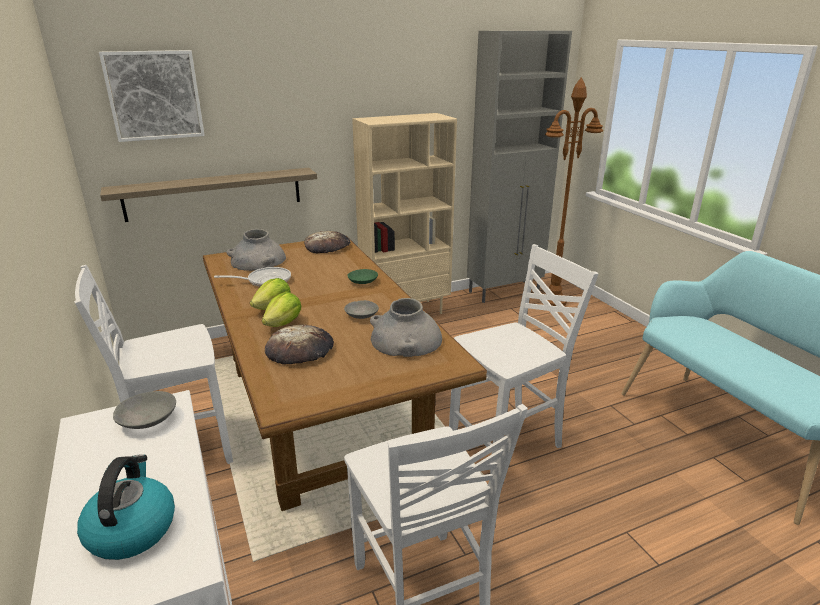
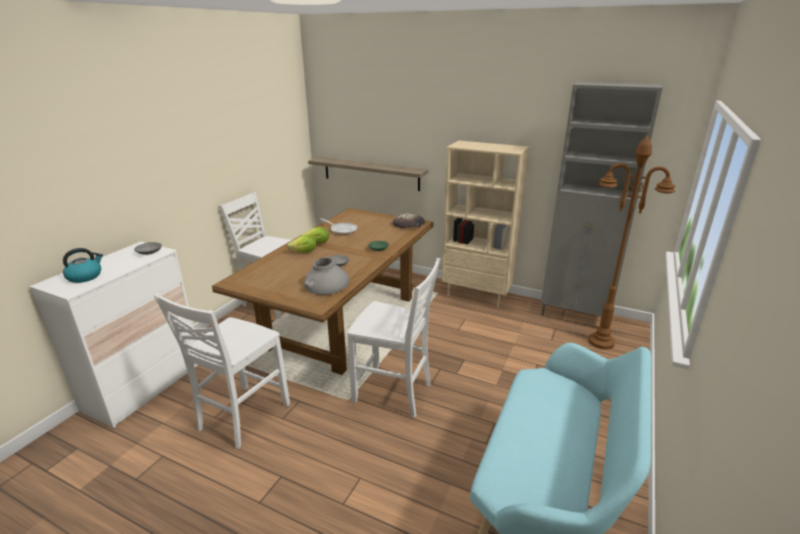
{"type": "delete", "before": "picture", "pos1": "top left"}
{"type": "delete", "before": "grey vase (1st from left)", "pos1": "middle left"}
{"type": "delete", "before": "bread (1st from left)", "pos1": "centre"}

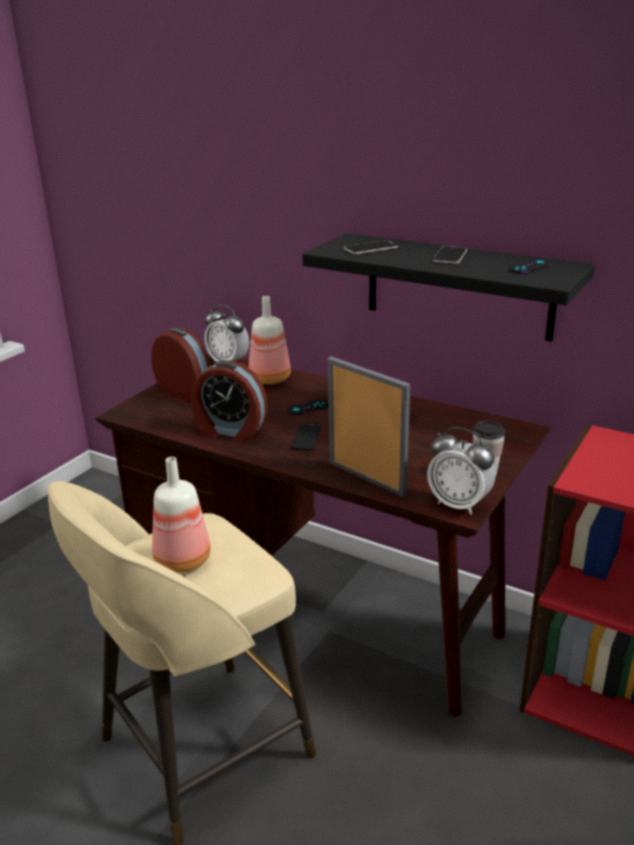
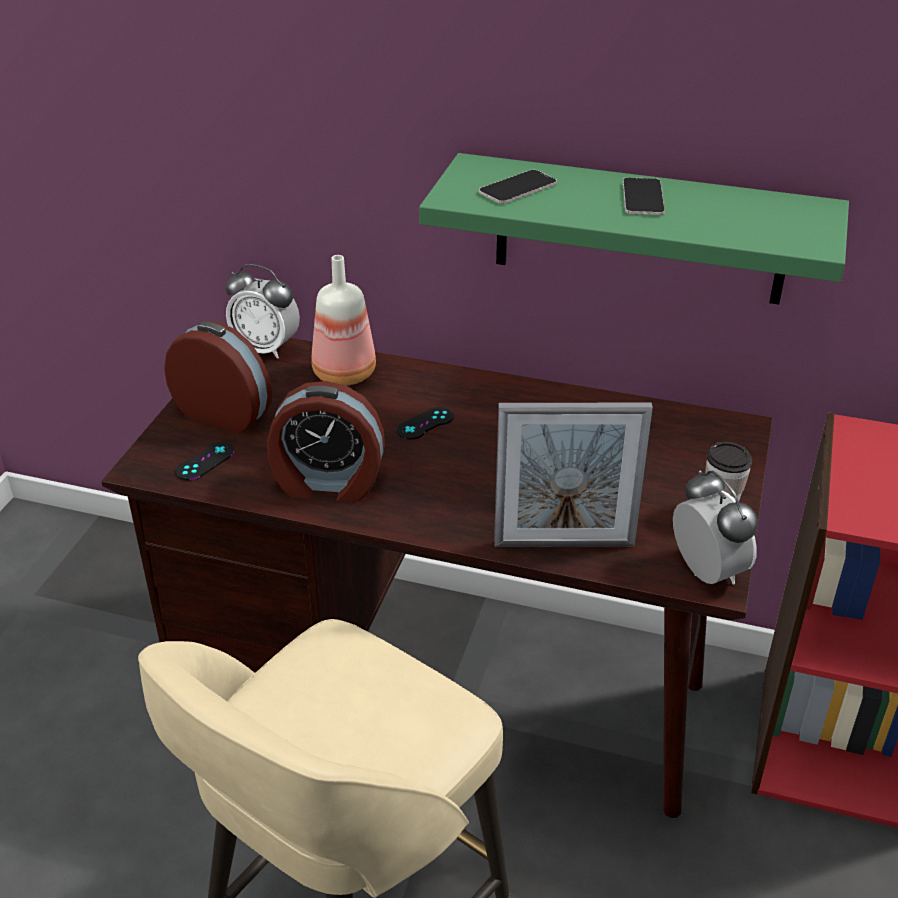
{"type": "move", "before": "black game controller (2nd from left in the first image)", "after": "black game controller (1st from left)", "pos1": "top right", "pos2": "middle left"}
{"type": "recolor", "before": "black shelf", "after": "green shelf", "pos1": "middle right", "pos2": "top right"}
{"type": "rotate", "before": "picture frame", "pos1": "centre", "pos2": "centre", "turn": 150}
{"type": "rotate", "before": "alarm clock (4th from left)", "pos1": "middle right", "pos2": "middle right", "turn": -135}
{"type": "delete", "before": "bottle (1st from left)", "pos1": "middle left"}
{"type": "delete", "before": "phone (1st from left)", "pos1": "centre"}

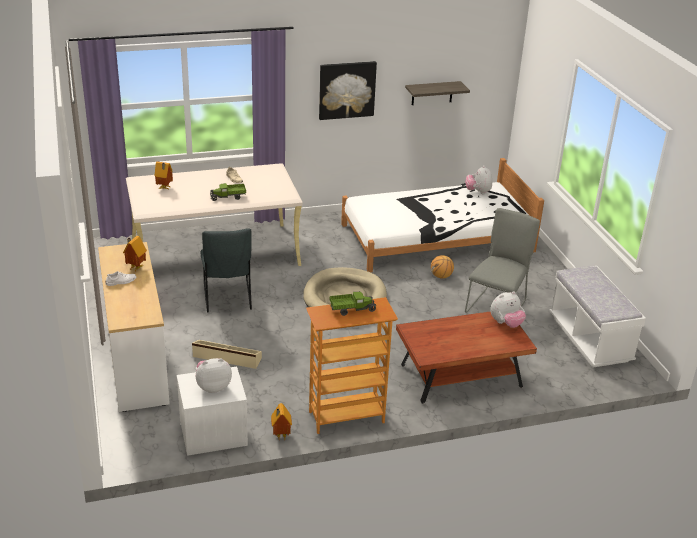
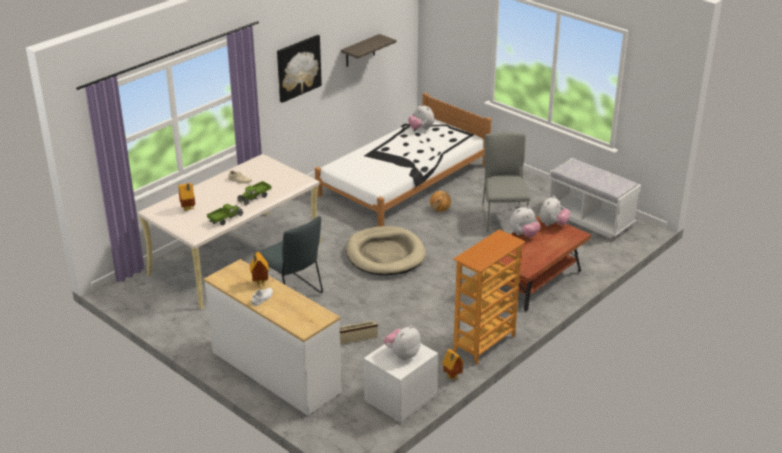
{"type": "move", "before": "toy truck (2nd from left in the first image)", "after": "toy truck (1st from left)", "pos1": "centre", "pos2": "middle left"}
{"type": "insert", "after": "plush toy (3rd from left)", "pos2": "middle right"}

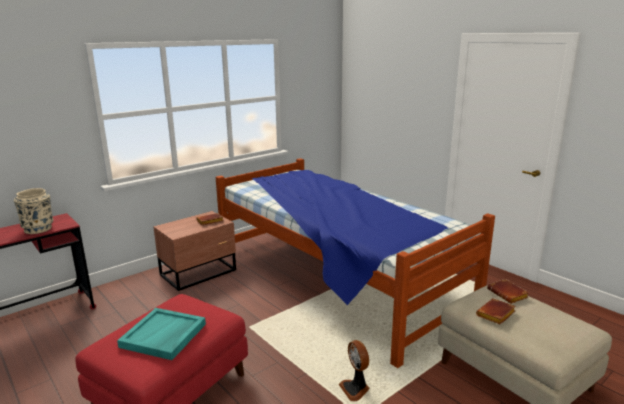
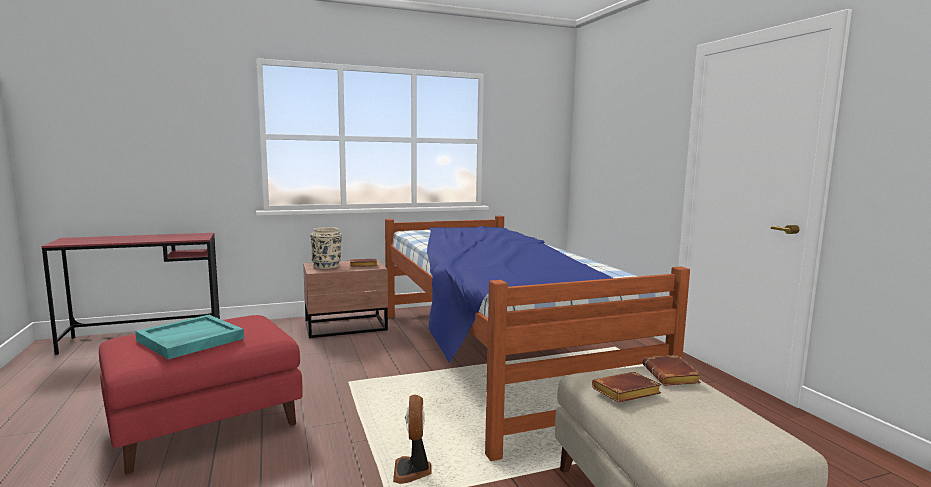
{"type": "move", "before": "beige vase", "pos1": "middle left", "pos2": "centre"}

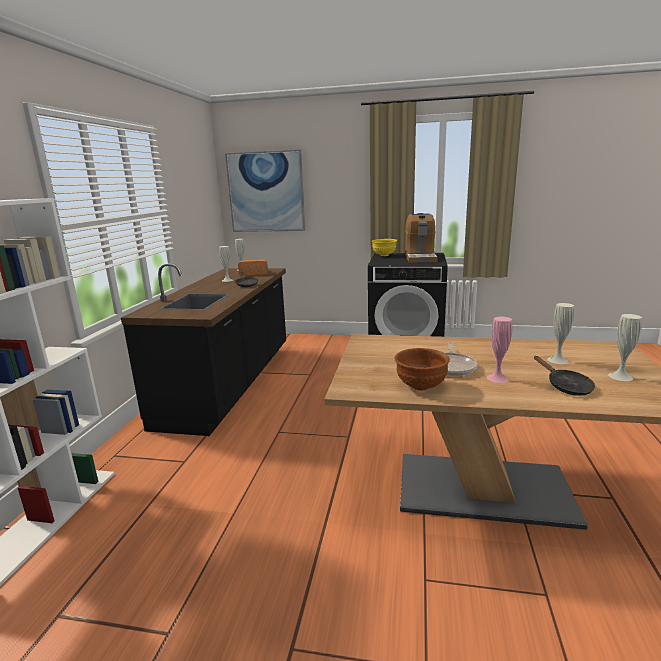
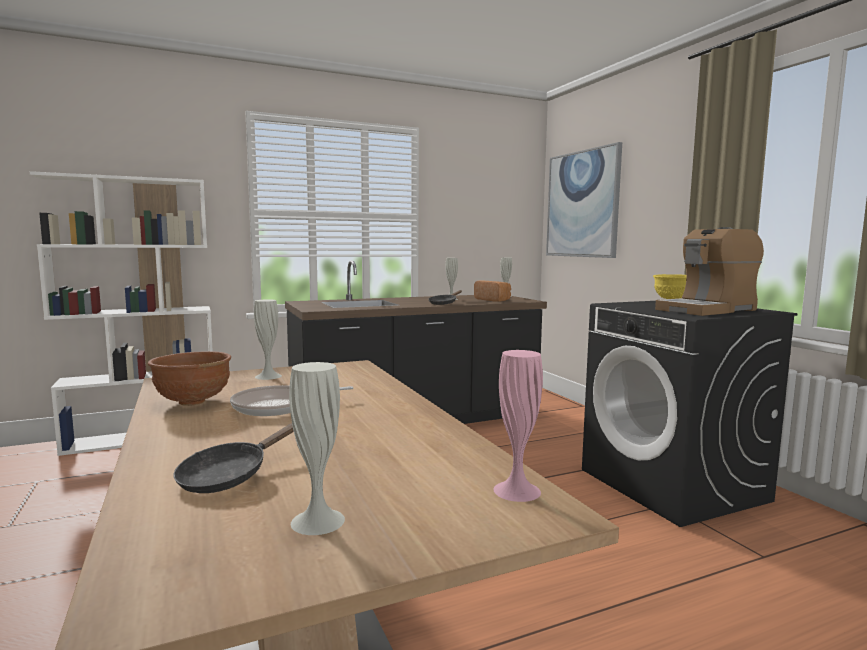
{"type": "move", "before": "white vase (3rd from left in the first image)", "after": "white vase (1st from left)", "pos1": "middle right", "pos2": "middle left"}
{"type": "move", "before": "pink vase", "pos1": "middle right", "pos2": "centre"}

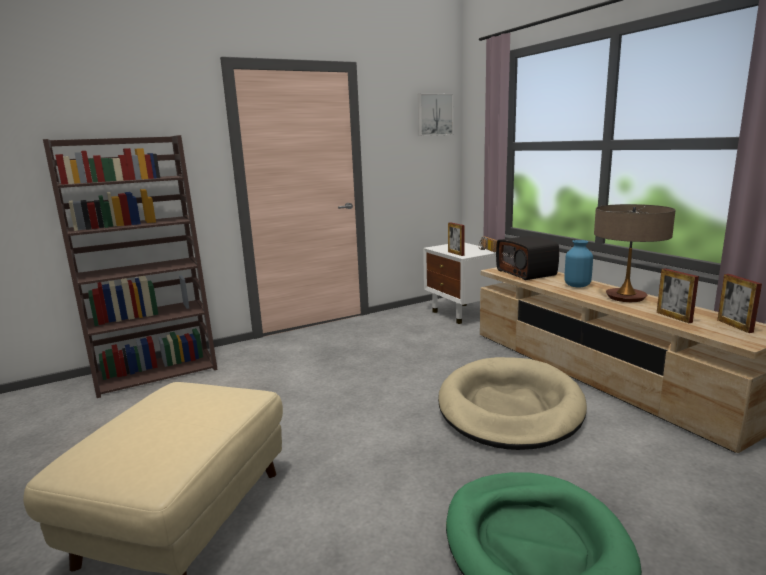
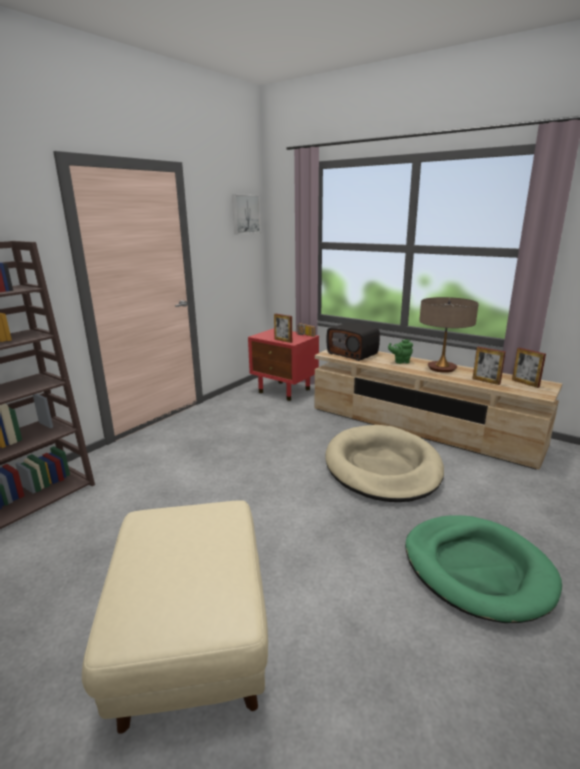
{"type": "recolor", "before": "white nightstand", "after": "red nightstand", "pos1": "centre", "pos2": "centre"}
{"type": "replace", "before": "blue vase", "after": "green teapot", "pos1": "middle right", "pos2": "middle right"}

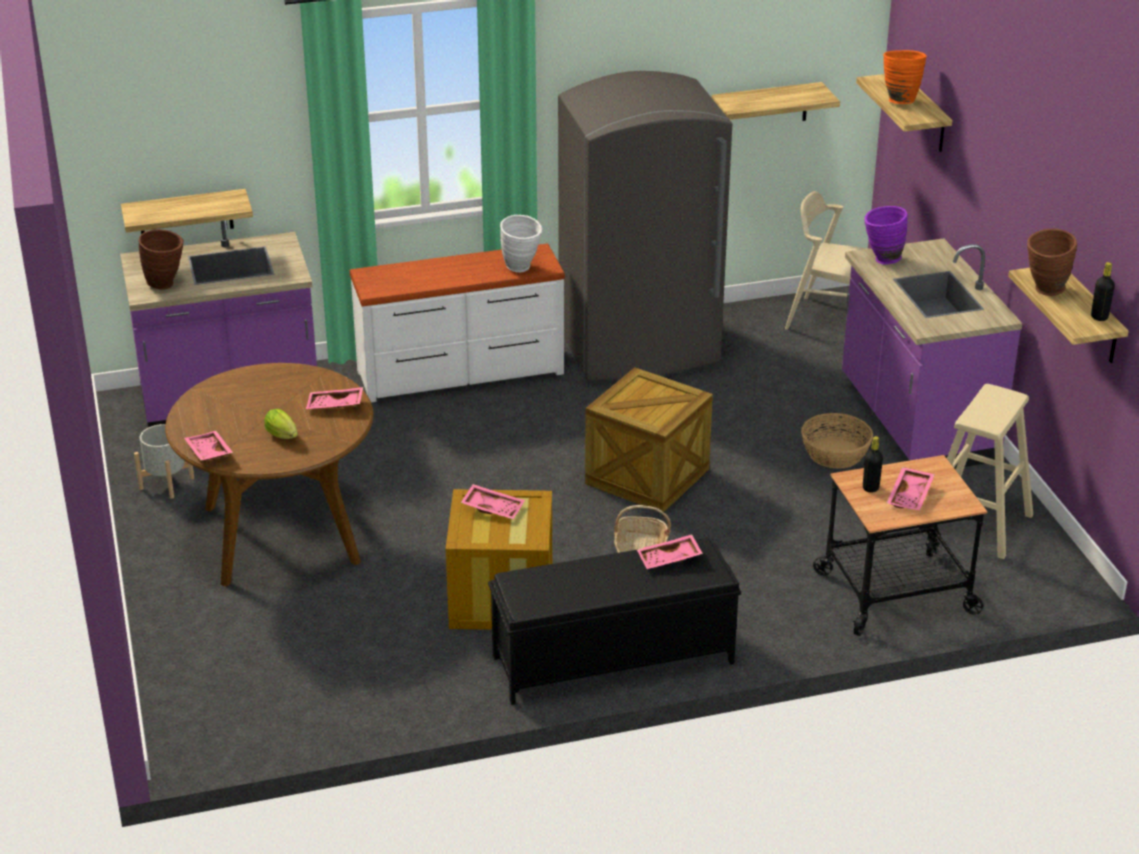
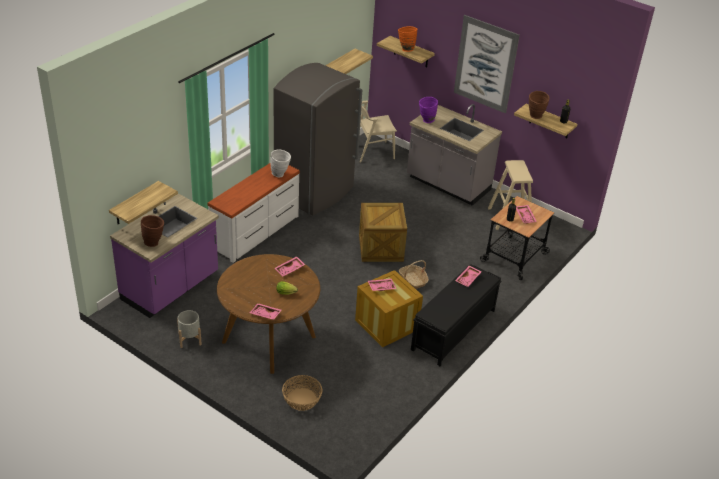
{"type": "move", "before": "basket (2nd from left in the first image)", "after": "basket (1st from left)", "pos1": "middle right", "pos2": "bottom centre"}
{"type": "recolor", "before": "purple counter (2nd from left)", "after": "grey counter", "pos1": "middle right", "pos2": "top centre"}
{"type": "insert", "after": "picture", "pos2": "top right"}

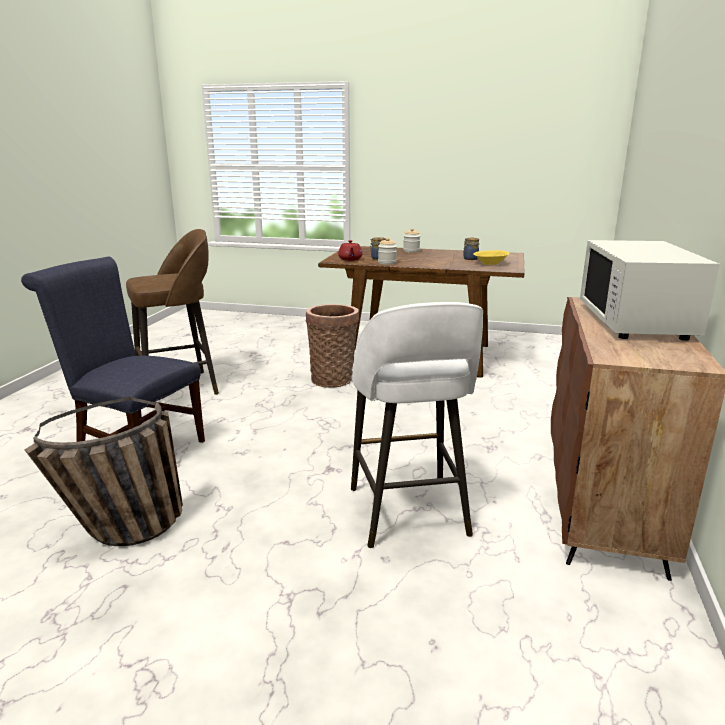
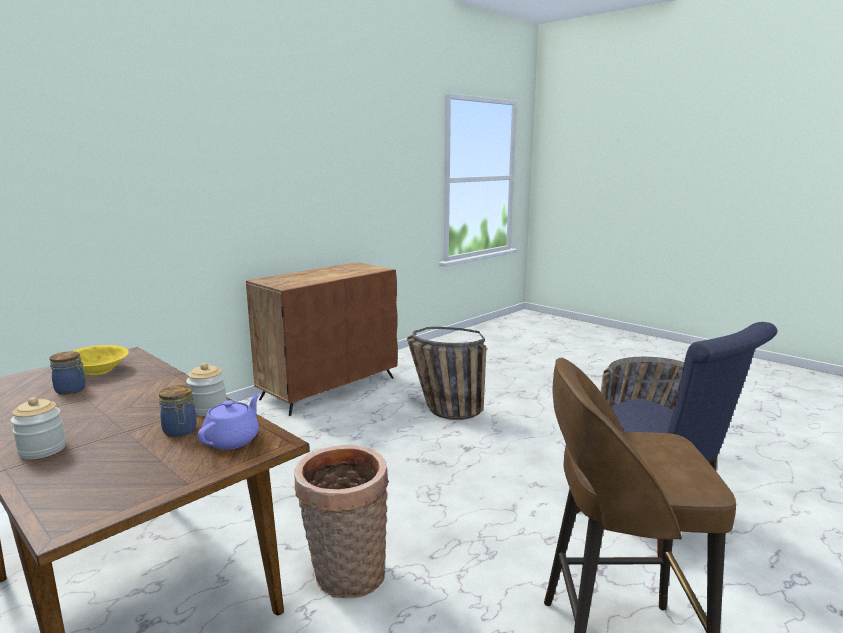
{"type": "recolor", "before": "red teapot", "after": "purple teapot", "pos1": "centre", "pos2": "middle left"}
{"type": "replace", "before": "white stool", "after": "basket (2nd from left)", "pos1": "centre", "pos2": "centre"}
{"type": "delete", "before": "white microwave", "pos1": "middle right"}

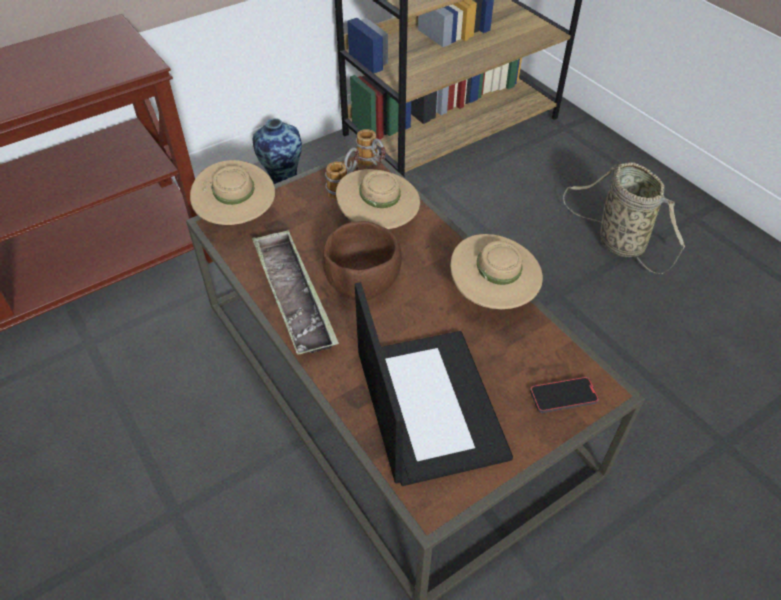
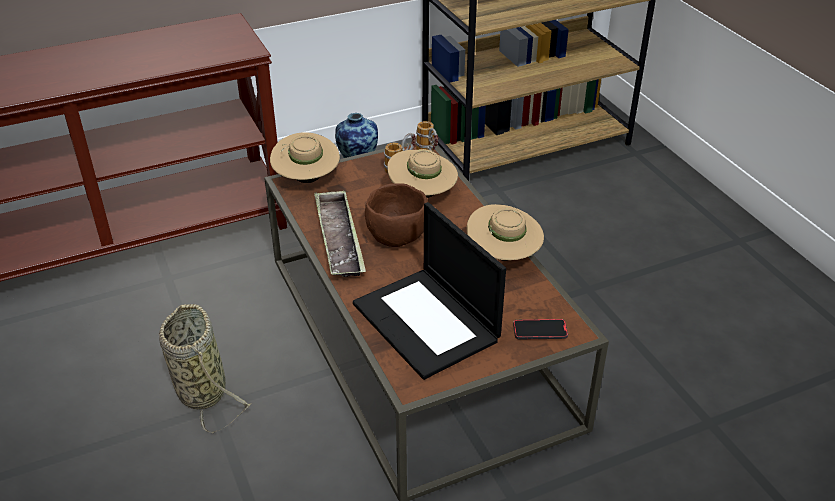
{"type": "move", "before": "basket", "pos1": "middle right", "pos2": "bottom left"}
{"type": "rotate", "before": "laptop", "pos1": "centre", "pos2": "centre", "turn": 150}

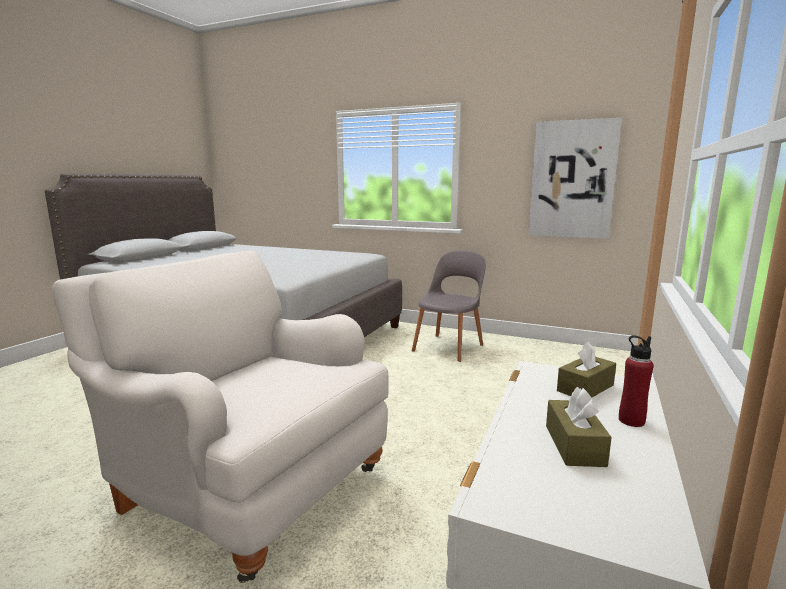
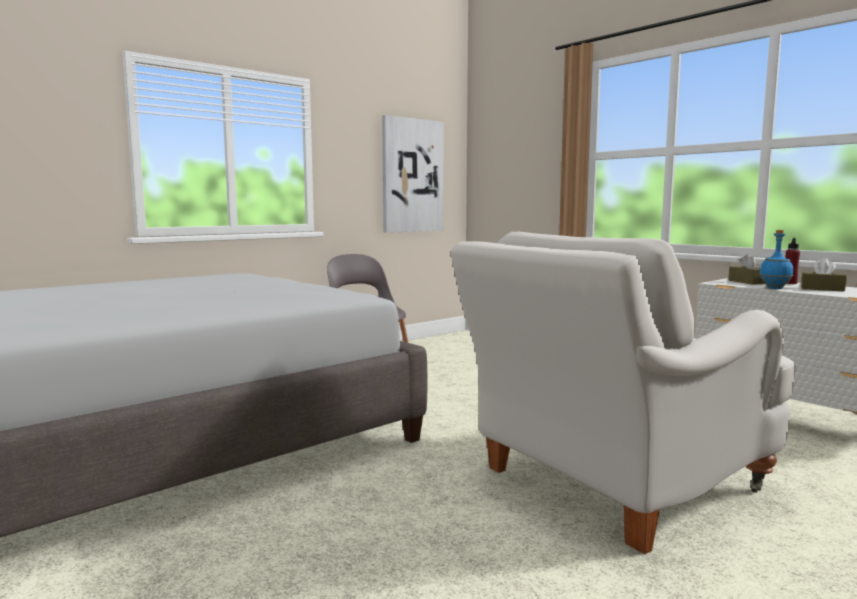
{"type": "insert", "after": "blue bottle", "pos2": "middle right"}

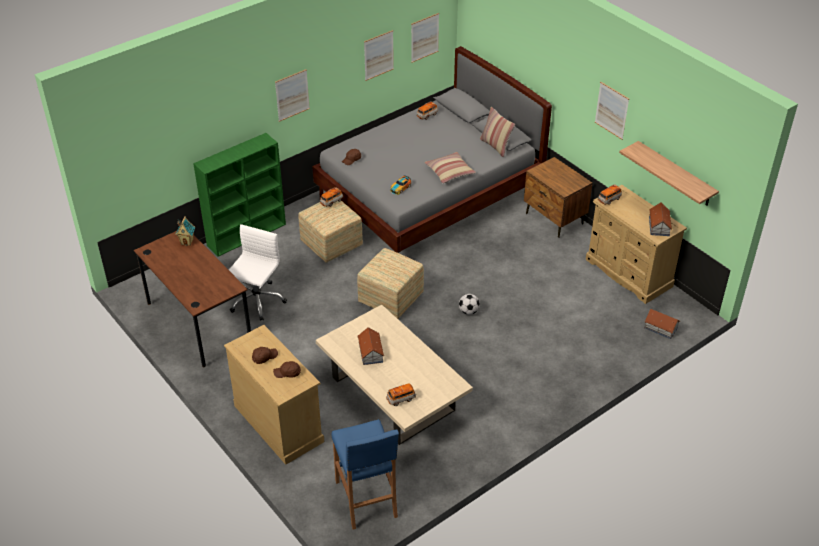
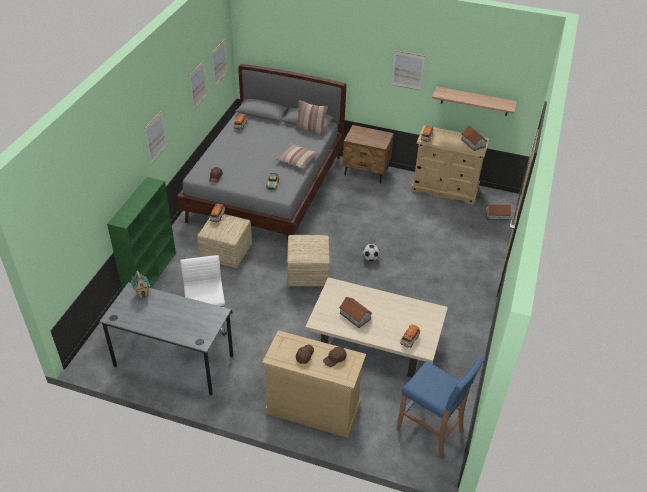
{"type": "recolor", "before": "brown desk", "after": "grey desk", "pos1": "middle left", "pos2": "bottom left"}

